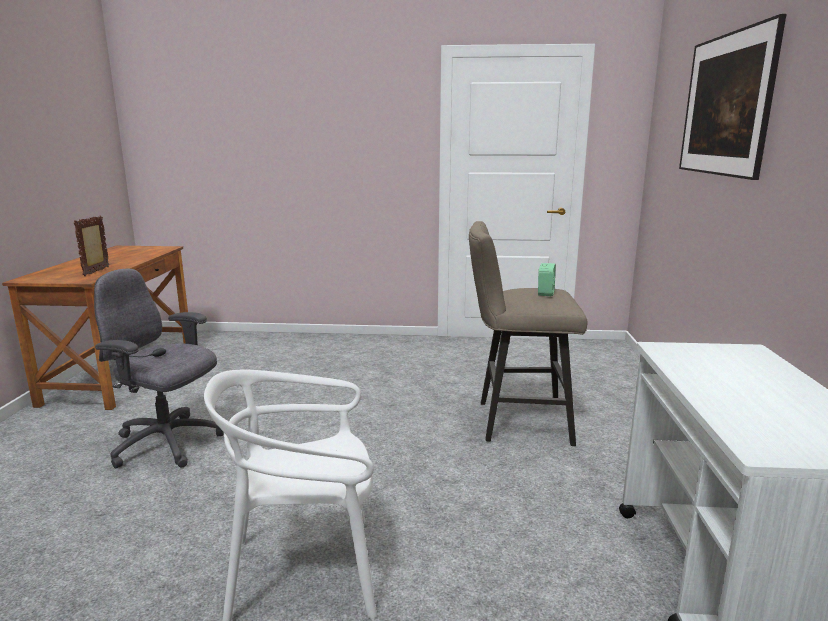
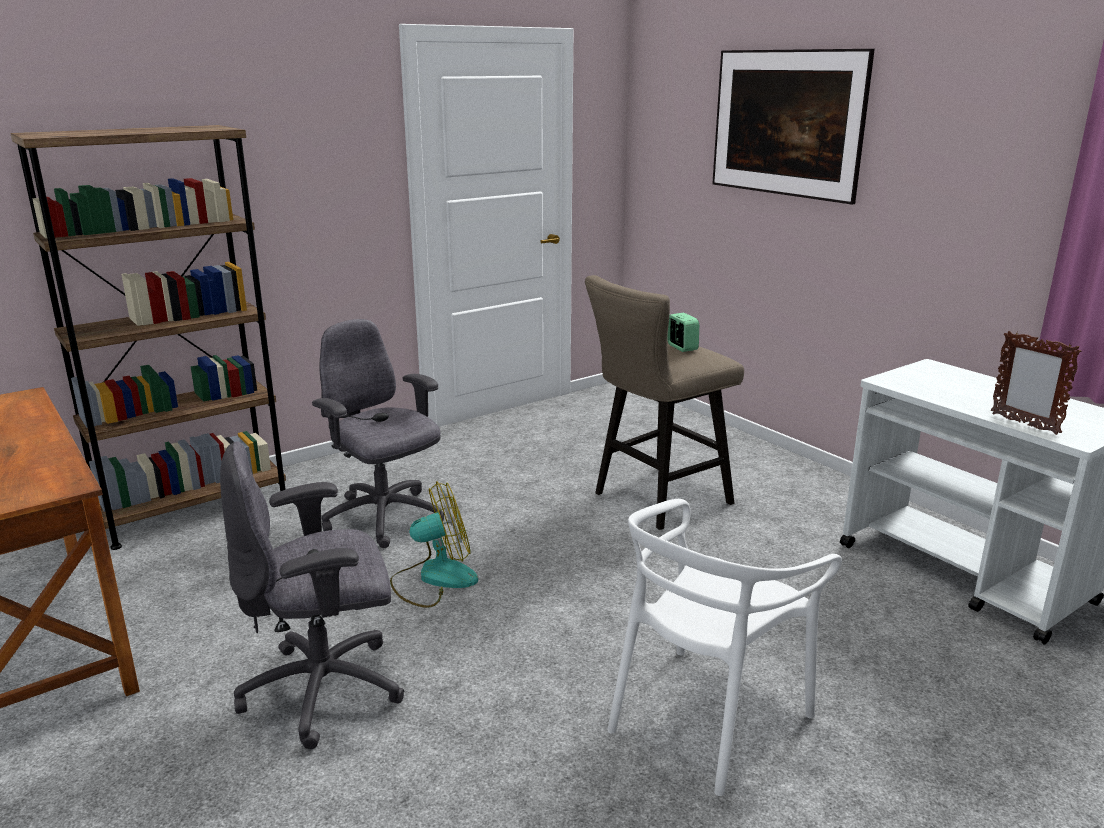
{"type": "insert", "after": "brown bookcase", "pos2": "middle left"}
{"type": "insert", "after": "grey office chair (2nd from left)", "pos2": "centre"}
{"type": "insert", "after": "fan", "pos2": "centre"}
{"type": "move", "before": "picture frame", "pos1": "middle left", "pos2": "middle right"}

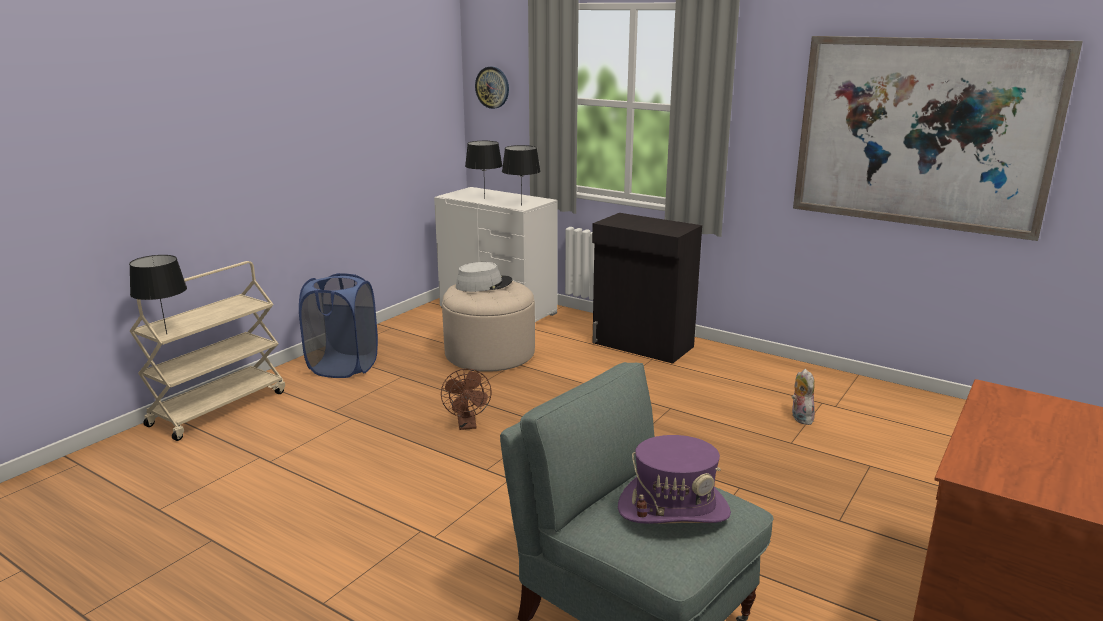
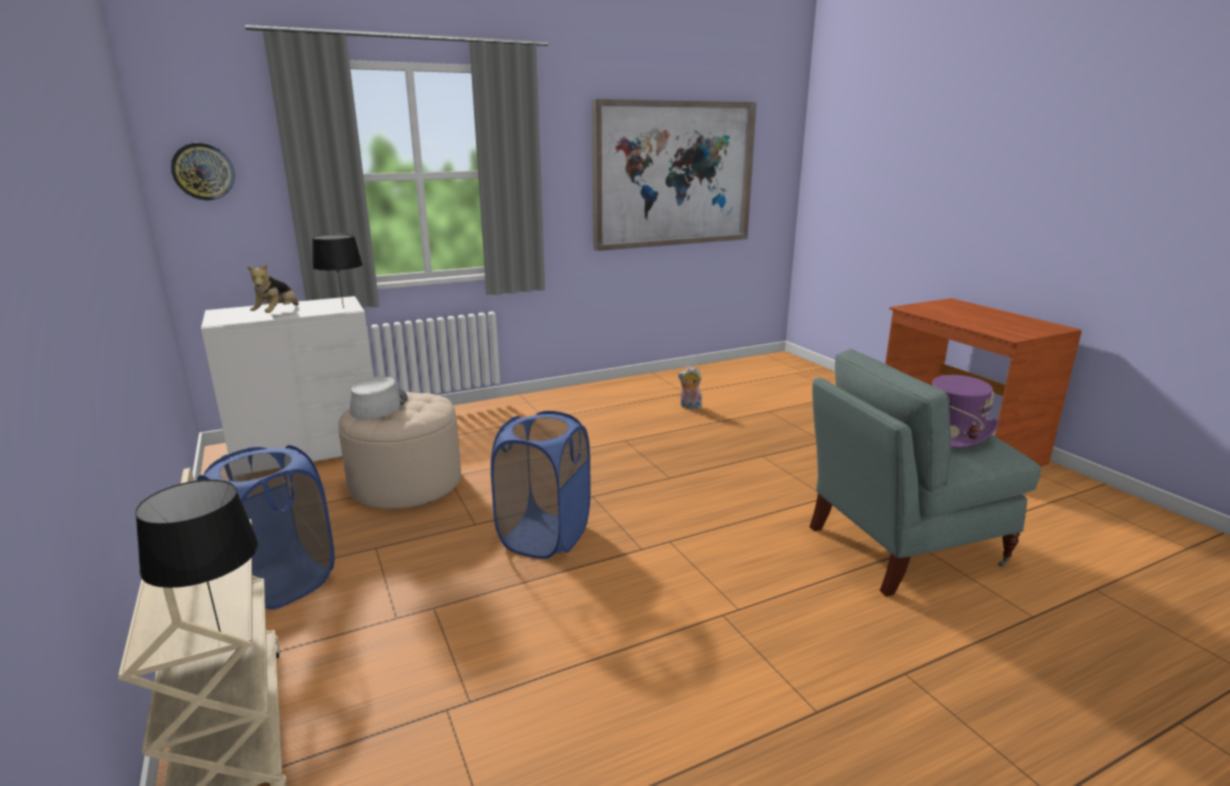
{"type": "replace", "before": "black table lamp (2nd from left)", "after": "plush toy (1st from left)", "pos1": "top centre", "pos2": "middle left"}
{"type": "replace", "before": "brown fan", "after": "blue laundry basket (2nd from left)", "pos1": "centre", "pos2": "centre"}
{"type": "delete", "before": "black cabinet", "pos1": "centre"}

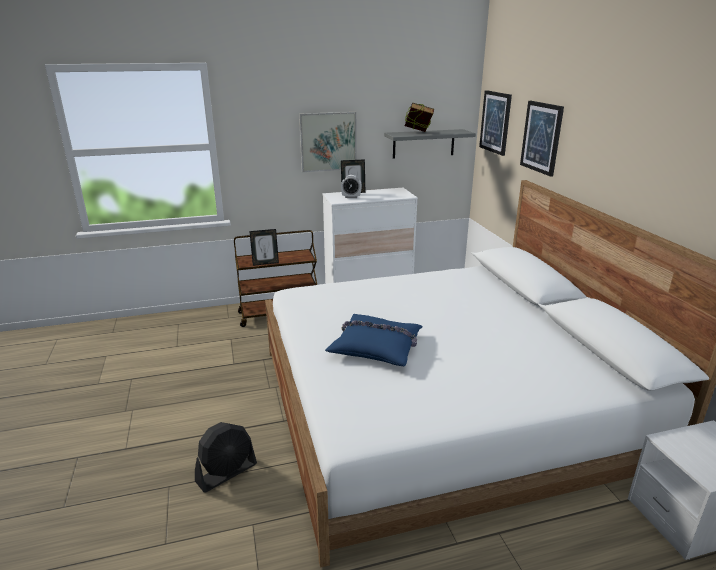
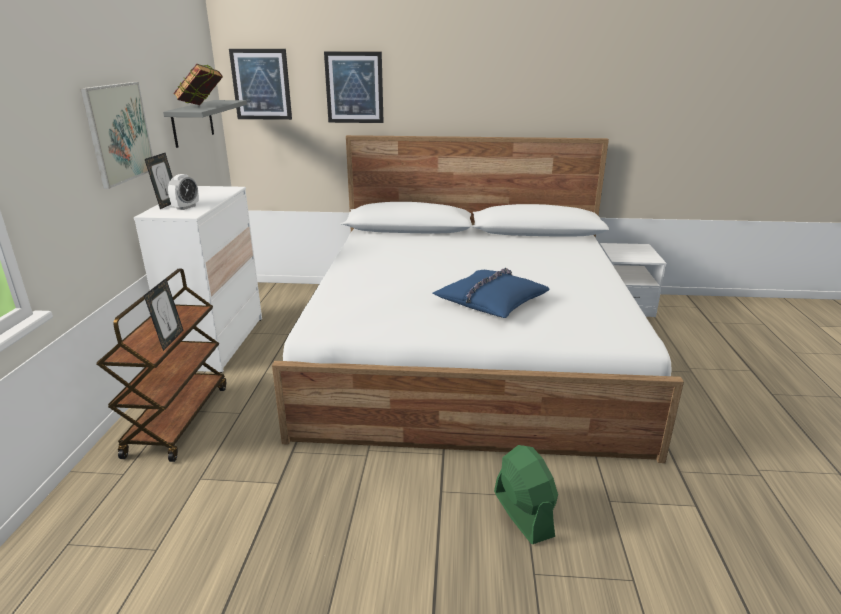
{"type": "recolor", "before": "black fan", "after": "green fan", "pos1": "bottom left", "pos2": "bottom centre"}

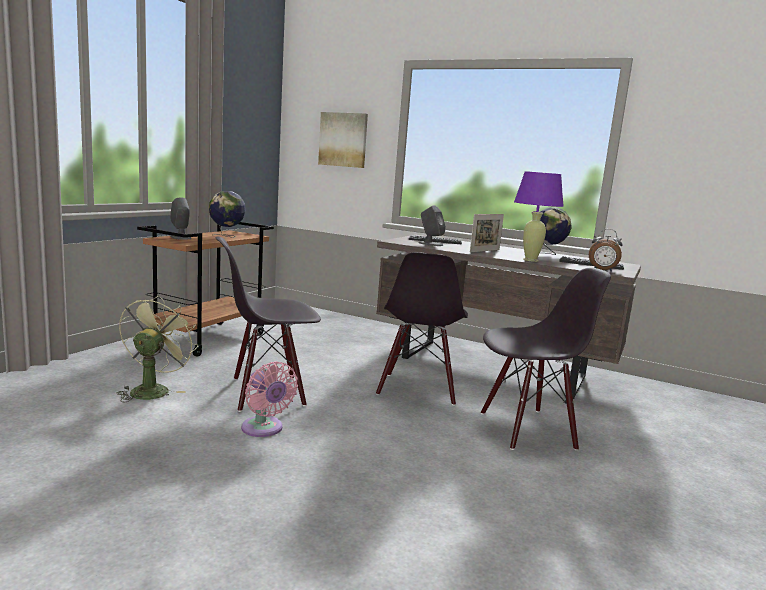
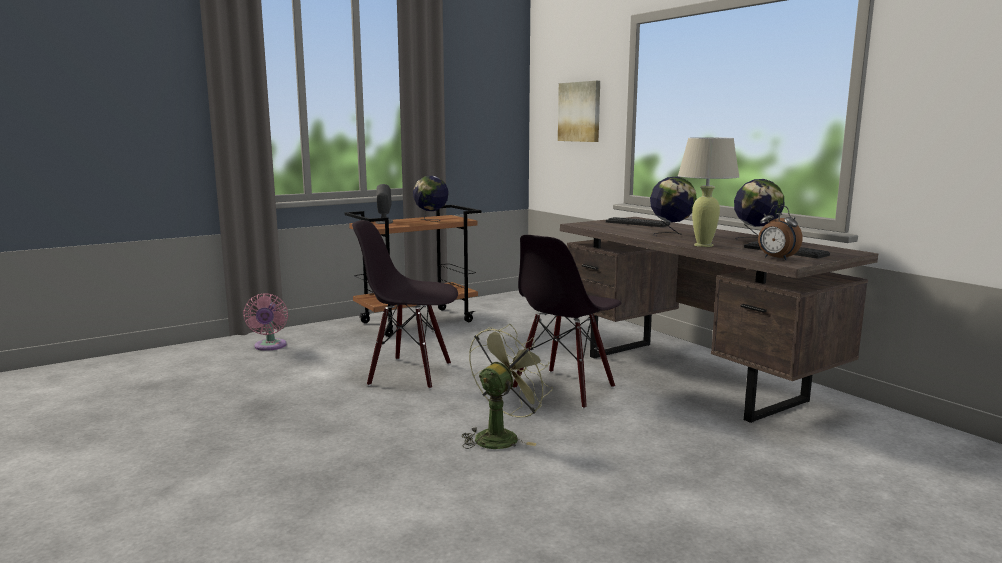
{"type": "move", "before": "pink fan", "pos1": "bottom centre", "pos2": "middle left"}
{"type": "move", "before": "green fan", "pos1": "middle left", "pos2": "bottom centre"}
{"type": "replace", "before": "picture frame", "after": "globe (2nd from left)", "pos1": "centre", "pos2": "middle right"}
{"type": "recolor", "before": "purple table lamp", "after": "beige table lamp", "pos1": "middle right", "pos2": "middle right"}
{"type": "delete", "before": "grey speaker (2nd from left)", "pos1": "centre"}
{"type": "delete", "before": "black chair (3rd from left)", "pos1": "middle right"}

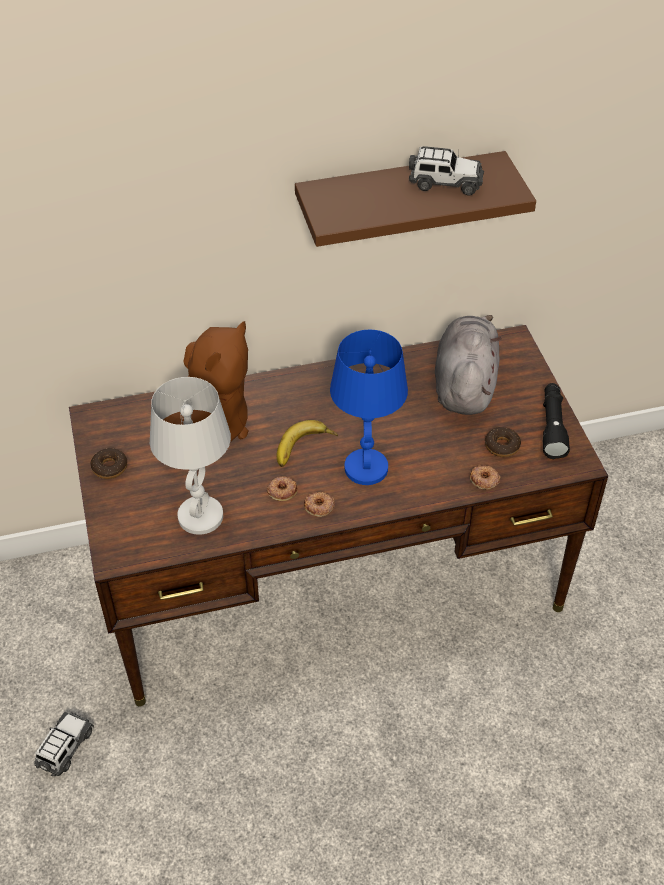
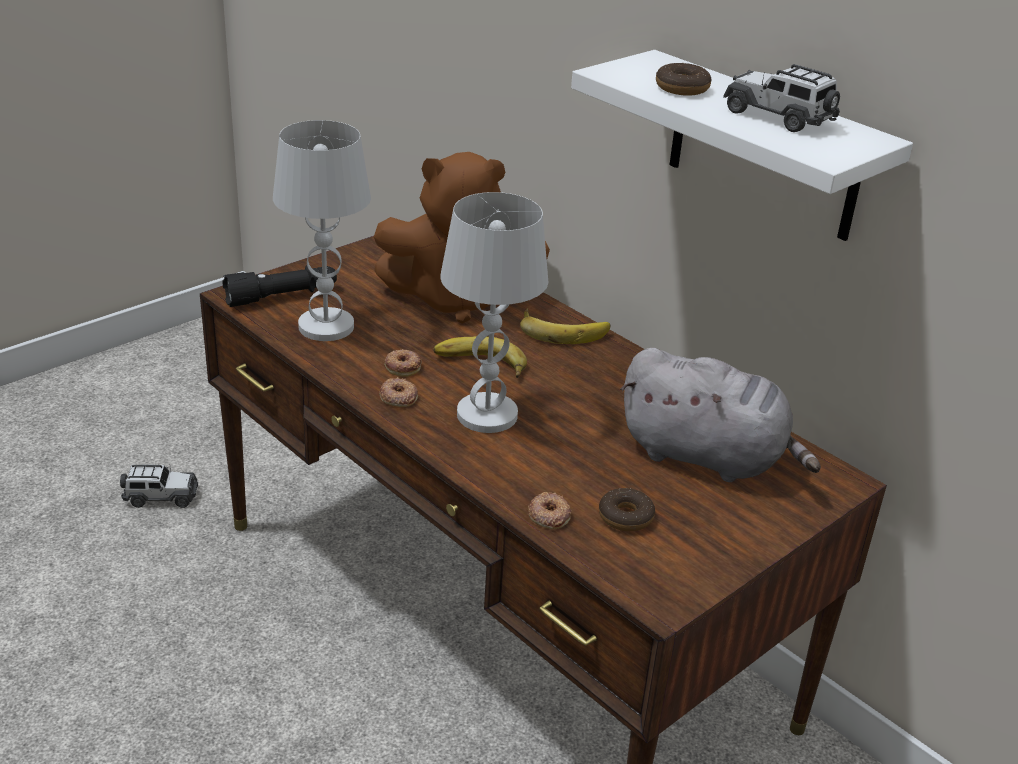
{"type": "move", "before": "black flashlight", "pos1": "middle right", "pos2": "middle left"}
{"type": "recolor", "before": "blue table lamp", "after": "white table lamp (2nd from left)", "pos1": "centre", "pos2": "centre"}
{"type": "insert", "after": "banana (2nd from left)", "pos2": "centre"}
{"type": "recolor", "before": "brown shelf", "after": "white shelf", "pos1": "top centre", "pos2": "top right"}
{"type": "rotate", "before": "grey plush toy", "pos1": "middle right", "pos2": "middle right", "turn": 45}
{"type": "move", "before": "donut (1st from left in the first image)", "after": "donut (5th from left)", "pos1": "middle left", "pos2": "top right"}
{"type": "rotate", "before": "toy car (2nd from left)", "pos1": "top right", "pos2": "top right", "turn": 150}

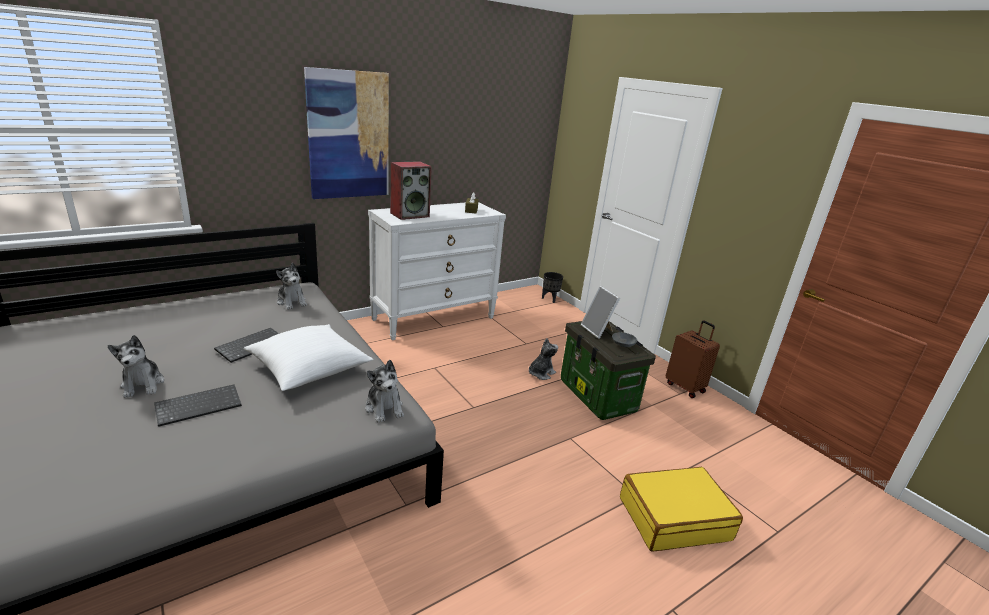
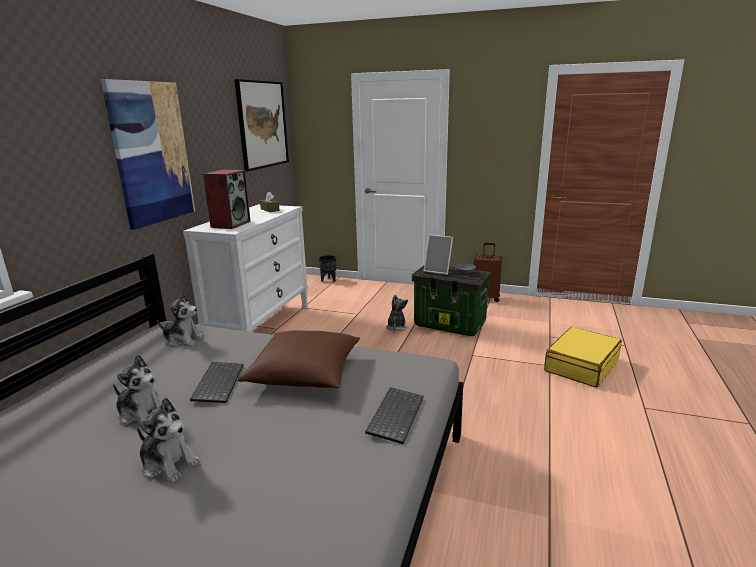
{"type": "move", "before": "plush toy (3rd from left in the first image)", "after": "plush toy (1st from left)", "pos1": "centre", "pos2": "bottom left"}
{"type": "insert", "after": "picture (2nd from left)", "pos2": "top centre"}
{"type": "recolor", "before": "white pillow", "after": "brown pillow", "pos1": "middle left", "pos2": "centre"}
{"type": "move", "before": "keyboard (1st from left in the first image)", "after": "keyboard (2nd from left)", "pos1": "middle left", "pos2": "bottom centre"}

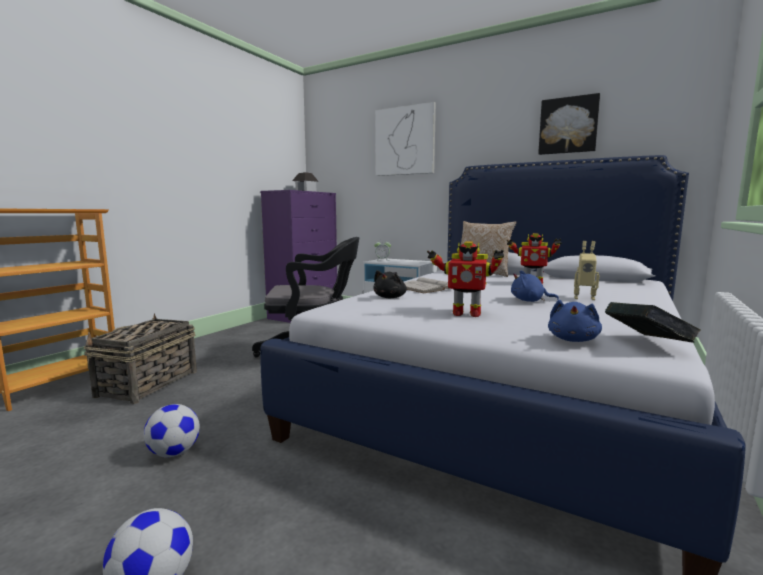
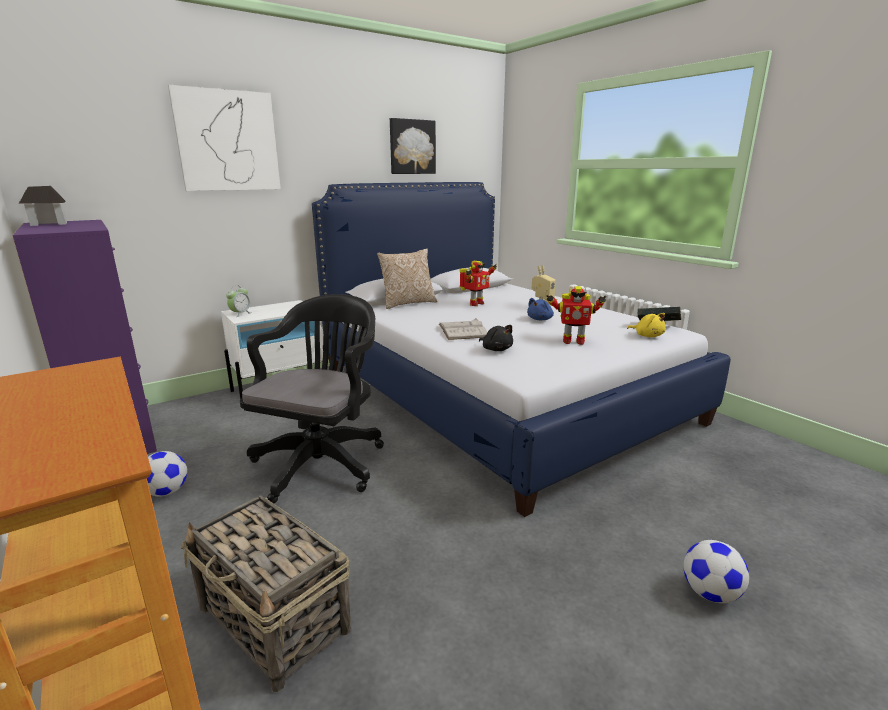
{"type": "move", "before": "football (2nd from left in the first image)", "after": "football (1st from left)", "pos1": "bottom left", "pos2": "middle left"}
{"type": "rotate", "before": "toy robot (1st from left in the first image)", "pos1": "centre", "pos2": "centre", "turn": 60}
{"type": "recolor", "before": "blue plush toy (2nd from left)", "after": "yellow plush toy", "pos1": "middle right", "pos2": "middle right"}

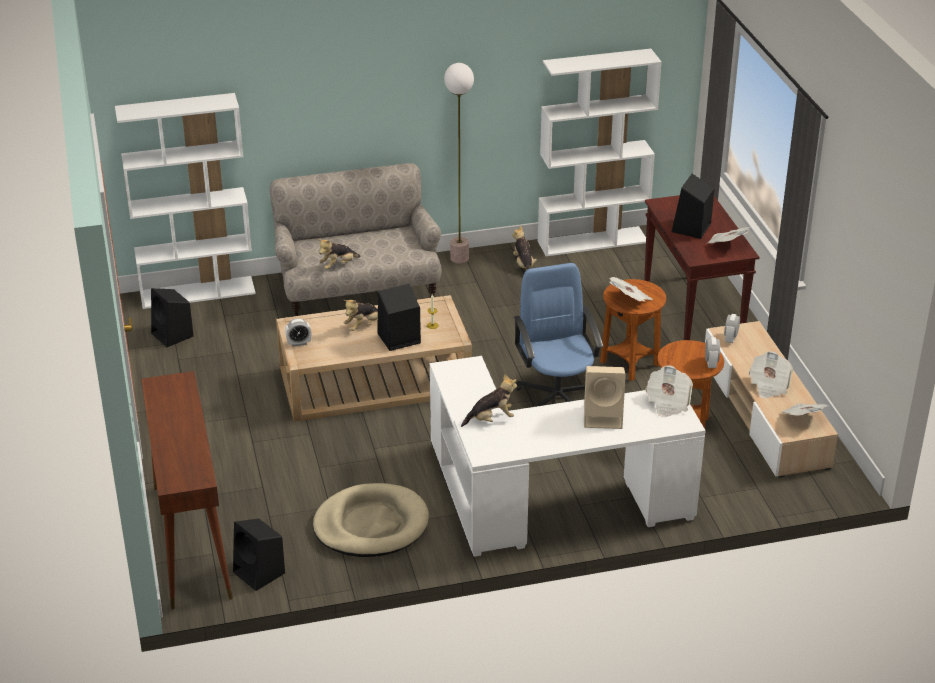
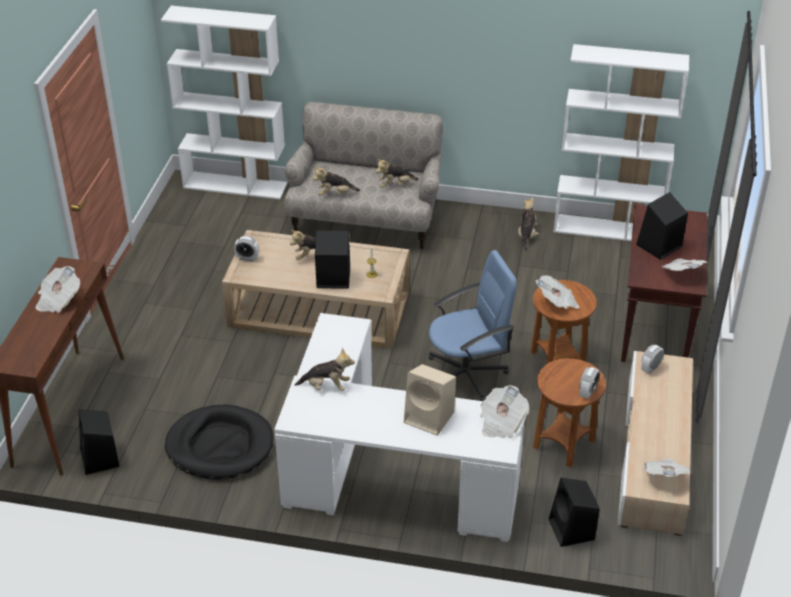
{"type": "move", "before": "newspaper (4th from left in the first image)", "after": "newspaper (1st from left)", "pos1": "middle right", "pos2": "middle left"}
{"type": "recolor", "before": "beige dog bed", "after": "black dog bed", "pos1": "bottom centre", "pos2": "bottom left"}
{"type": "insert", "after": "plush toy (4th from left)", "pos2": "top centre"}
{"type": "rotate", "before": "blue office chair", "pos1": "centre", "pos2": "centre", "turn": 60}
{"type": "move", "before": "black speaker (1st from left in the first image)", "after": "black speaker (3rd from left)", "pos1": "middle left", "pos2": "bottom right"}
{"type": "delete", "before": "floor lamp", "pos1": "top centre"}

